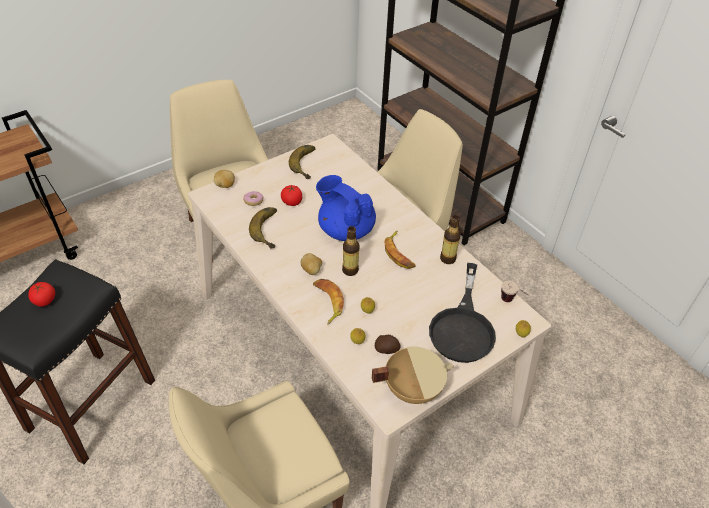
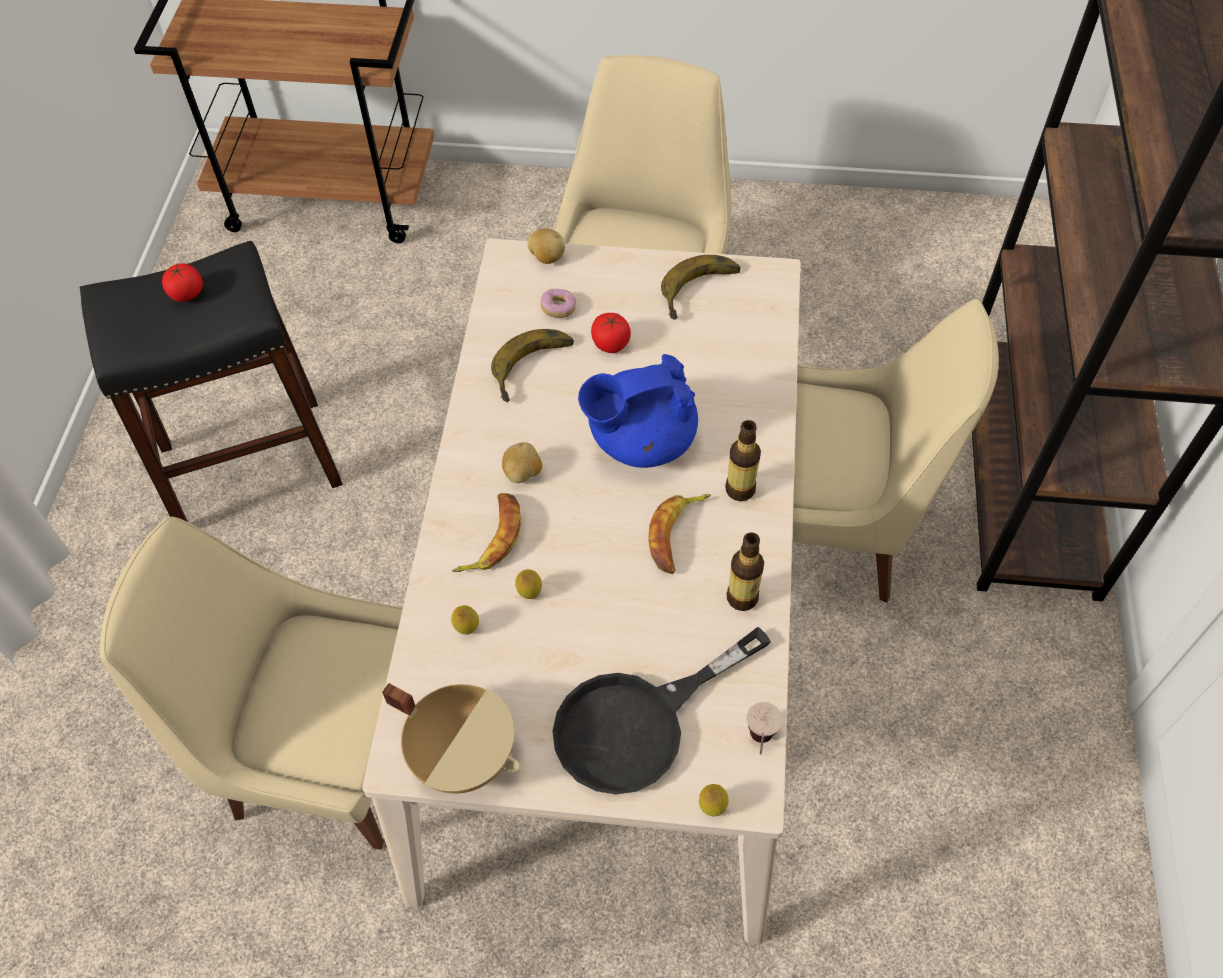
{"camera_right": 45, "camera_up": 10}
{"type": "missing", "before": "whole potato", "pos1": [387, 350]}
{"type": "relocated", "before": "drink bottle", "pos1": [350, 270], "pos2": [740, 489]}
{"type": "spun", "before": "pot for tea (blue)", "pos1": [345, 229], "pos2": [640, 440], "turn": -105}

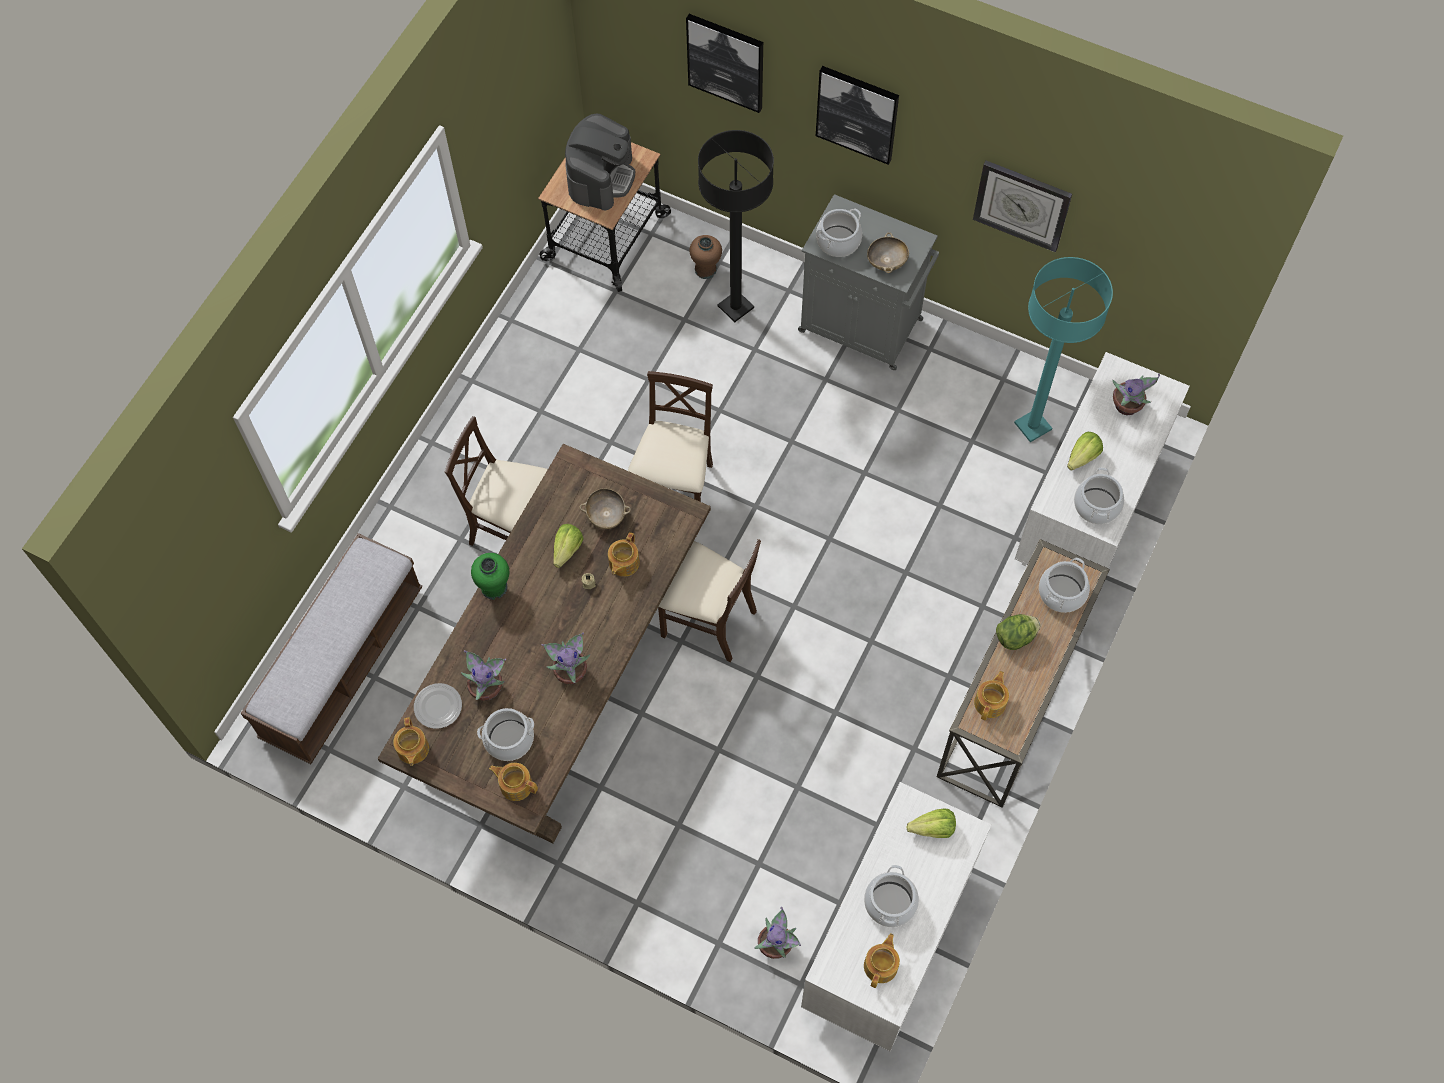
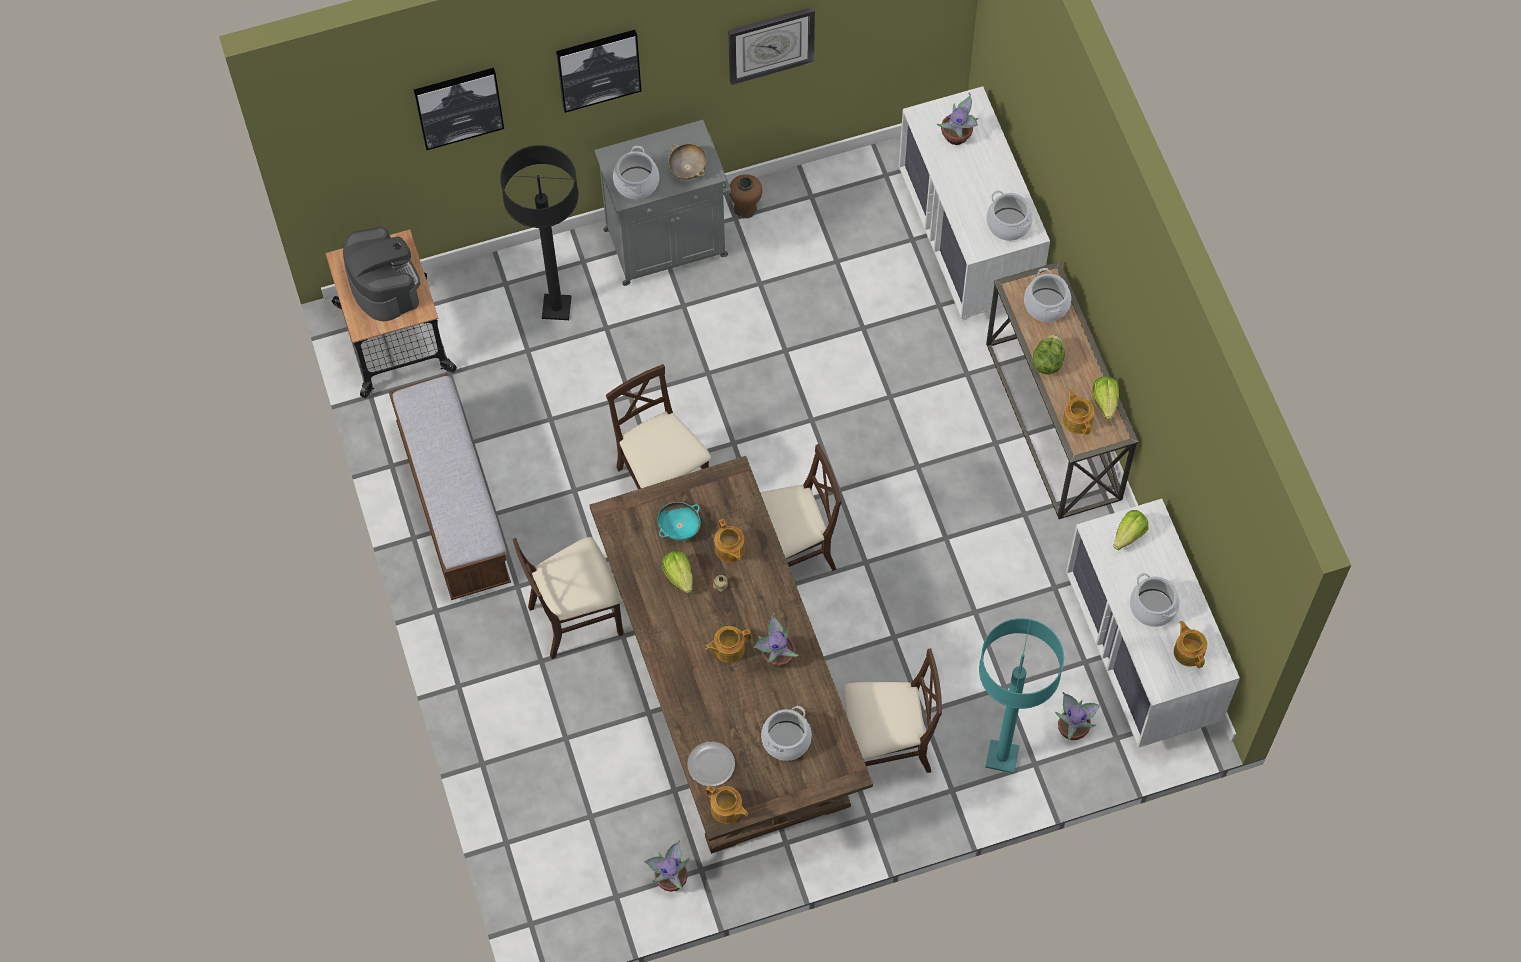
{"camera_right": -45, "camera_up": 0}
{"type": "missing", "before": "flower vase (greenish)", "pos1": [494, 587]}
{"type": "appeared", "after": "upright chair (beige-coloured)", "pos2": [886, 747]}
{"type": "relocated", "before": "long seat", "pos1": [343, 663], "pos2": [454, 504]}
{"type": "relocated", "before": "plant in a pot", "pos1": [487, 688], "pos2": [670, 878]}
{"type": "relocated", "before": "pot for tea", "pos1": [515, 784], "pos2": [728, 648]}
{"type": "relocated", "before": "flower vase (brownish)", "pos1": [705, 269], "pos2": [745, 208]}
{"type": "relocated", "before": "floor lamp (turquoise)", "pos1": [1032, 426], "pos2": [1002, 757]}
{"type": "relocated", "before": "lettuce head", "pos1": [1082, 457], "pos2": [1105, 402]}
{"type": "colour", "before": "deep dish (beige-coloured)", "after": "deep dish (turquoise)", "pos1": [606, 515], "pos2": [679, 527]}

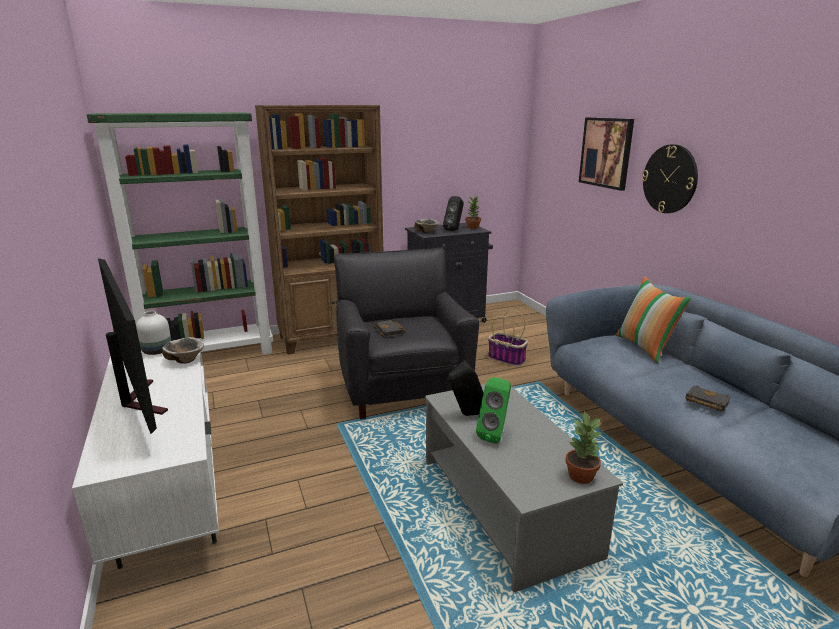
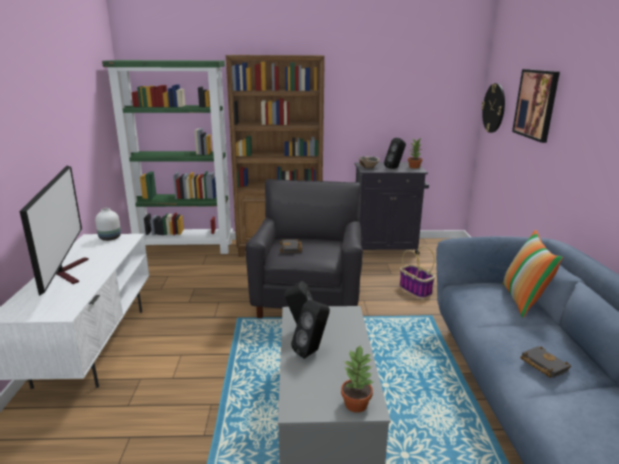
{"camera_right": 20, "camera_up": 0}
{"type": "missing", "before": "deep dish", "pos1": [185, 360]}
{"type": "relocated", "before": "clock on the wall", "pos1": [670, 179], "pos2": [494, 108]}
{"type": "colour", "before": "loudspeaker (greenish)", "after": "loudspeaker (black-coloured)", "pos1": [495, 435], "pos2": [312, 351]}

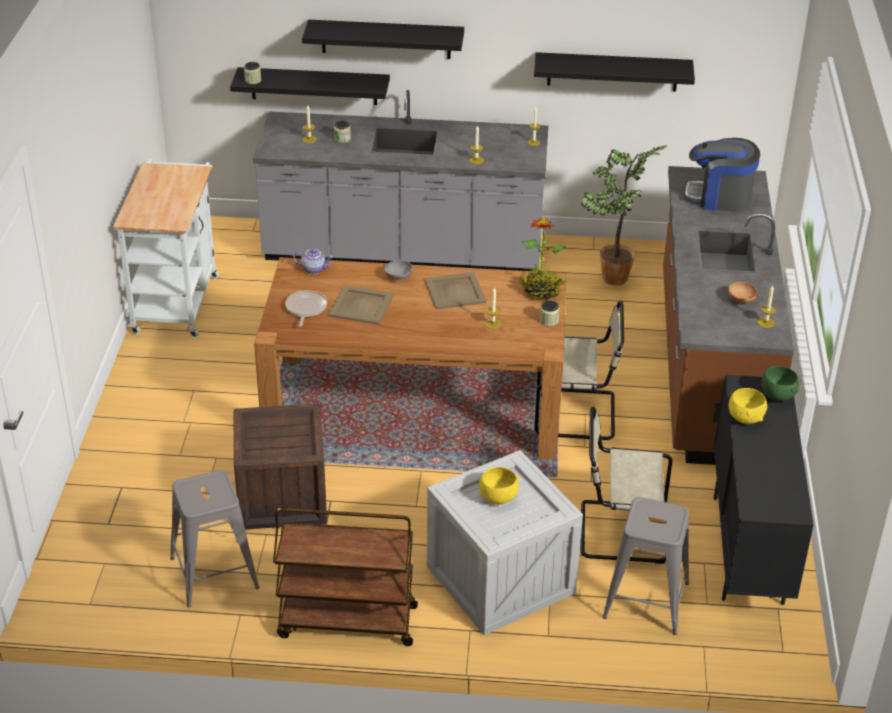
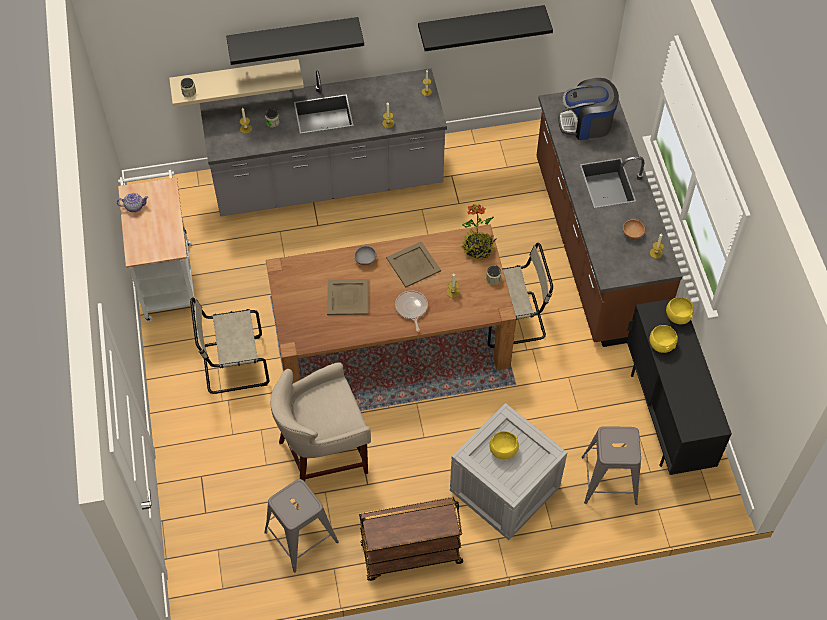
{"camera_right": -15, "camera_up": 20}
{"type": "missing", "before": "plant in a pot", "pos1": [613, 280]}
{"type": "relocated", "before": "frying pan", "pos1": [305, 309], "pos2": [411, 308]}
{"type": "relocated", "before": "pot for tea", "pos1": [314, 269], "pos2": [134, 206]}
{"type": "relocated", "before": "upright chair (beige-coloured)", "pos1": [619, 531], "pos2": [232, 365]}
{"type": "exchanged", "before": "crate", "after": "stool seat (beige-coloured)", "pos1": [282, 498], "pos2": [324, 455]}
{"type": "colour", "before": "shelf (black-coloured)", "after": "shelf (beige-coloured)", "pos1": [314, 86], "pos2": [235, 78]}
{"type": "colour", "before": "deep dish (greenish)", "after": "deep dish (yellow-coloured)", "pos1": [777, 395], "pos2": [677, 316]}

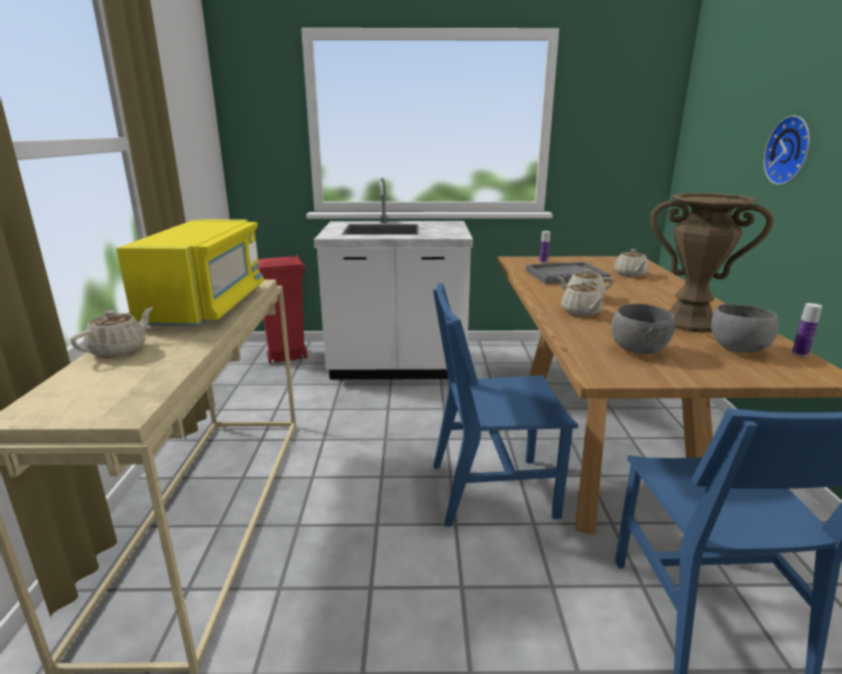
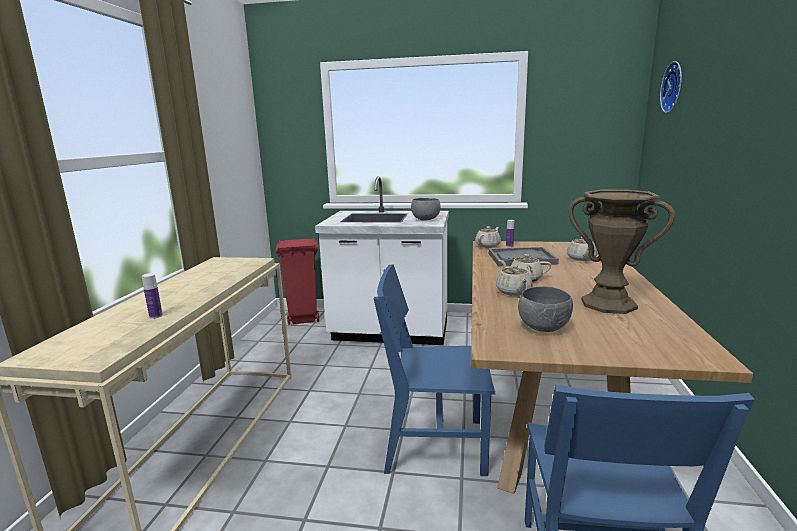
{"camera_right": 10, "camera_up": -5}
{"type": "missing", "before": "microwave (yellow-coloured)", "pos1": [207, 306]}
{"type": "relocated", "before": "pot for tea (beige-coloured)", "pos1": [119, 350], "pos2": [488, 245]}
{"type": "relocated", "before": "deep dish (grey)", "pos1": [736, 349], "pos2": [425, 219]}
{"type": "relocated", "before": "clock on the wall", "pos1": [791, 150], "pos2": [674, 87]}
{"type": "relocated", "before": "drink bottle", "pos1": [800, 353], "pos2": [156, 316]}

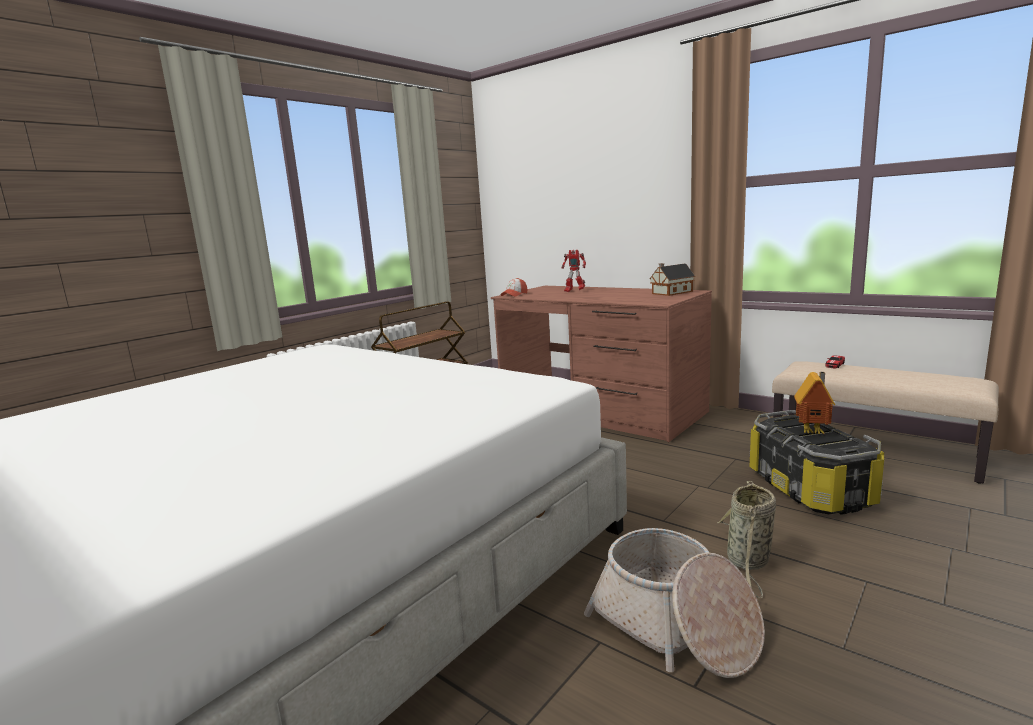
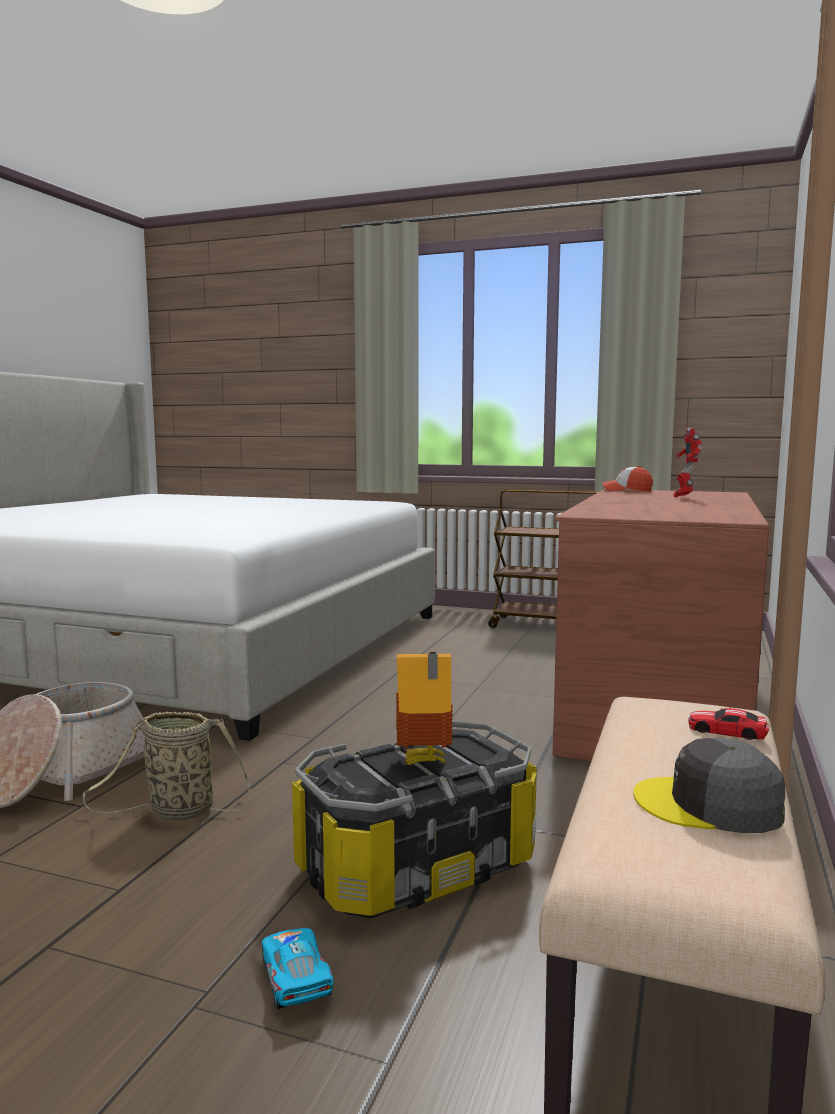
{"camera_right": 70, "camera_up": -5}
{"type": "missing", "before": "miniature house", "pos1": [670, 292]}
{"type": "appeared", "after": "miniature car", "pos2": [295, 979]}
{"type": "appeared", "after": "peaked cap (grey)", "pos2": [709, 805]}

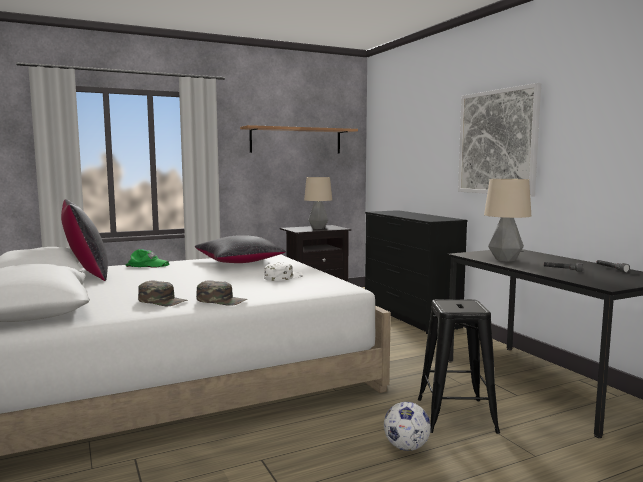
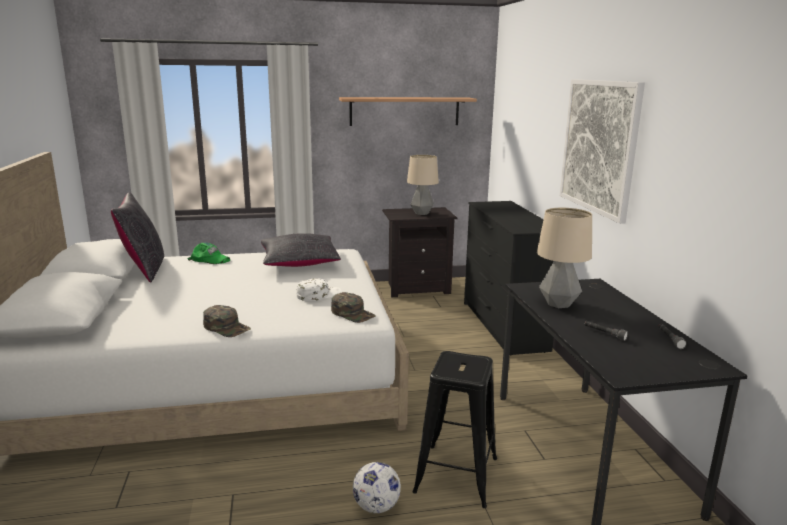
{"camera_right": 15, "camera_up": 10}
{"type": "relocated", "before": "peaked cap (greenish)", "pos1": [163, 301], "pos2": [353, 313]}

